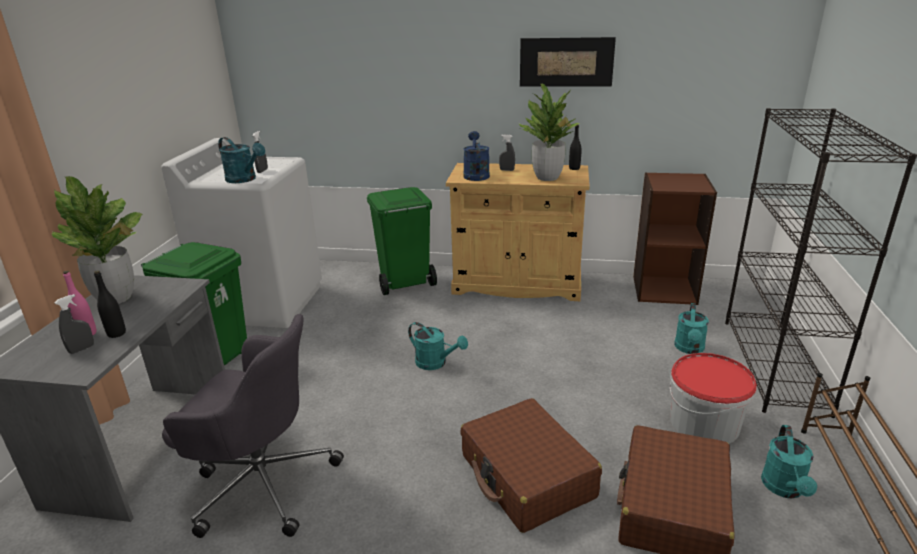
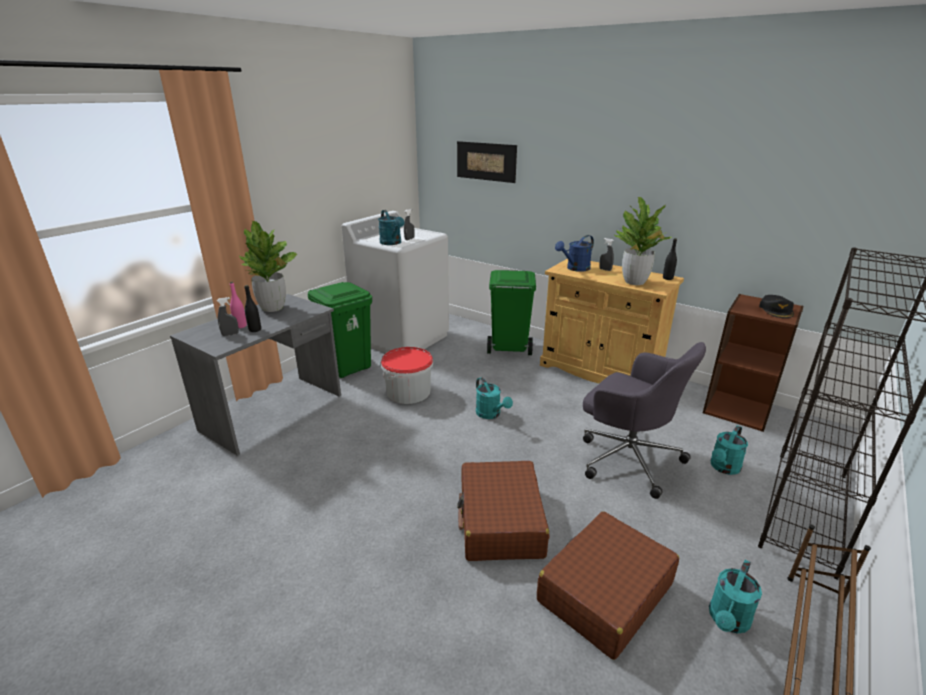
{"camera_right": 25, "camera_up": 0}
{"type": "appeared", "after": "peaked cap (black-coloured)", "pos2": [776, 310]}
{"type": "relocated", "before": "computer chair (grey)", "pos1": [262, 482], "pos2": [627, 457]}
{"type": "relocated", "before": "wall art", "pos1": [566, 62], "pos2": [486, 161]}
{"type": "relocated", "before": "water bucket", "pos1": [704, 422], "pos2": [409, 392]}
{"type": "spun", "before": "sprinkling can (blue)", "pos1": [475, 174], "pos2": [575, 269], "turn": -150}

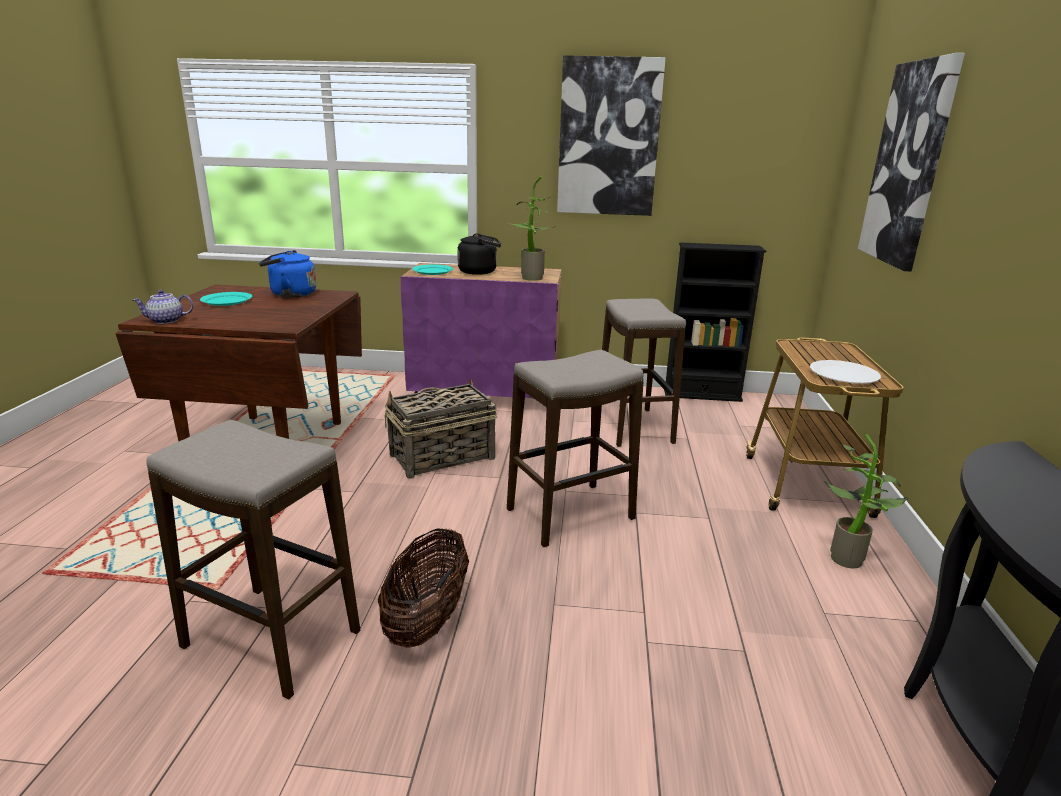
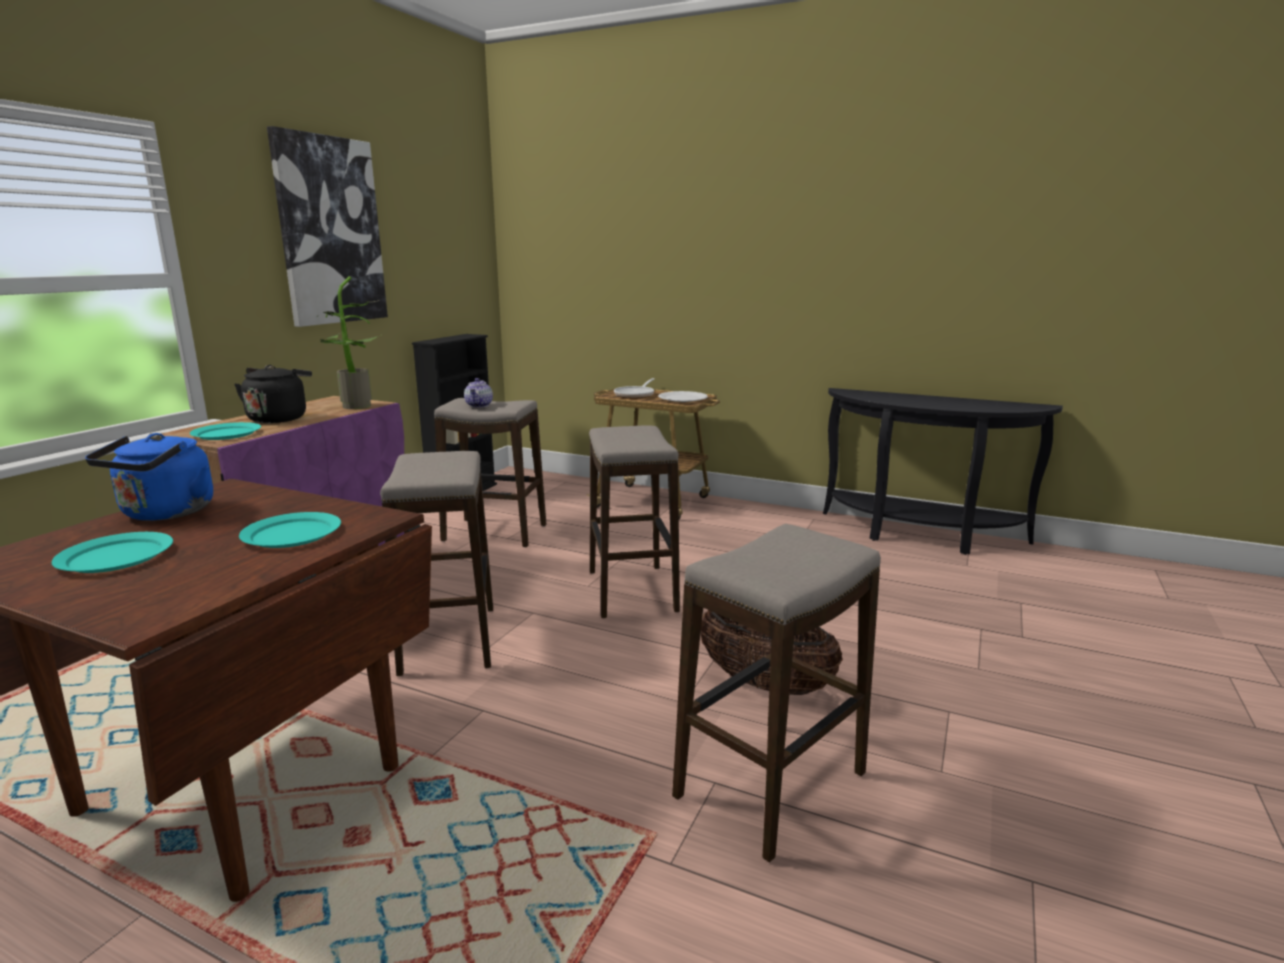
{"camera_right": -70, "camera_up": -5}
{"type": "missing", "before": "plant in a pot", "pos1": [850, 558]}
{"type": "missing", "before": "wall art", "pos1": [908, 164]}
{"type": "appeared", "after": "plate (turquoise)", "pos2": [293, 534]}
{"type": "appeared", "after": "frying pan", "pos2": [636, 395]}
{"type": "relocated", "before": "pot for tea", "pos1": [166, 321], "pos2": [479, 405]}
{"type": "exchanged", "before": "basket", "after": "stool seat", "pos1": [441, 457], "pos2": [449, 640]}

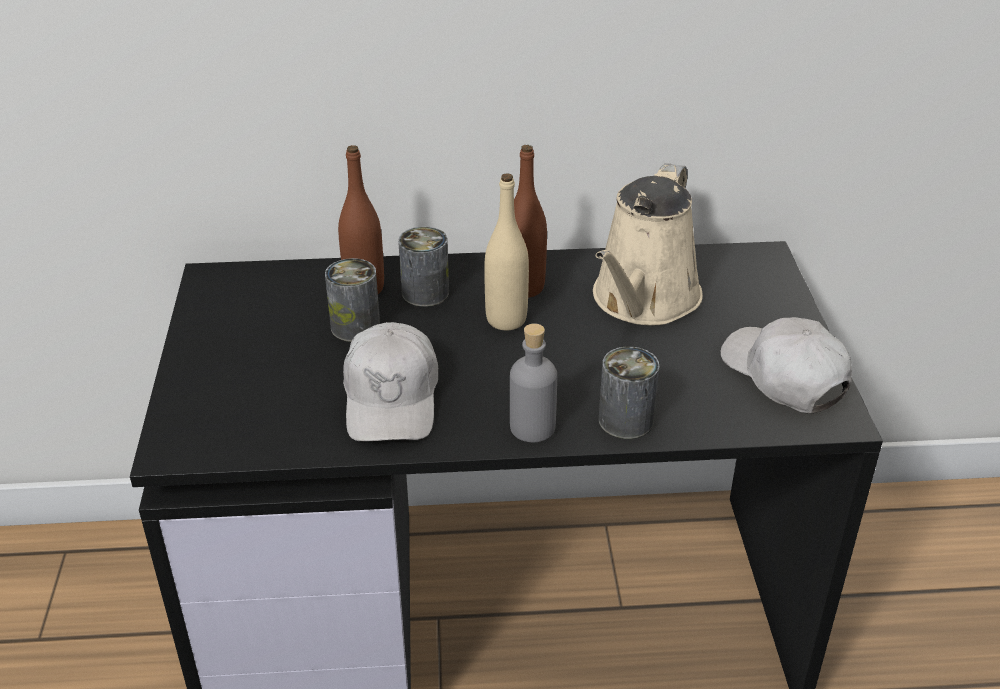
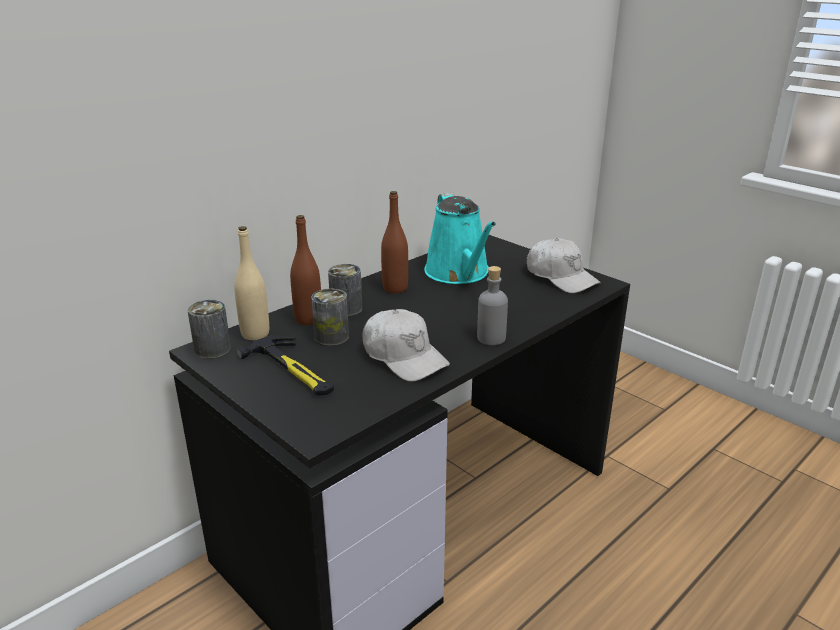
{"camera_right": -40, "camera_up": -10}
{"type": "appeared", "after": "hand hammer", "pos2": [292, 370]}
{"type": "relocated", "before": "drink bottle (beige-coloured)", "pos1": [506, 319], "pos2": [255, 334]}
{"type": "relocated", "before": "metal can", "pos1": [625, 420], "pos2": [212, 349]}
{"type": "colour", "before": "sprinkling can (beige-coloured)", "after": "sprinkling can (turquoise)", "pos1": [643, 301], "pos2": [459, 273]}
{"type": "spun", "before": "peaked cap (whitish)", "pos1": [783, 376], "pos2": [561, 277], "turn": -150}

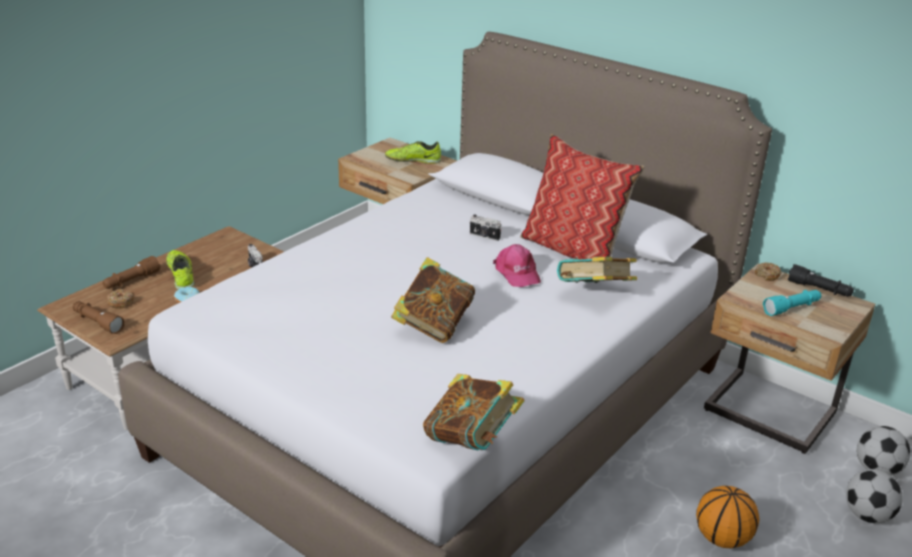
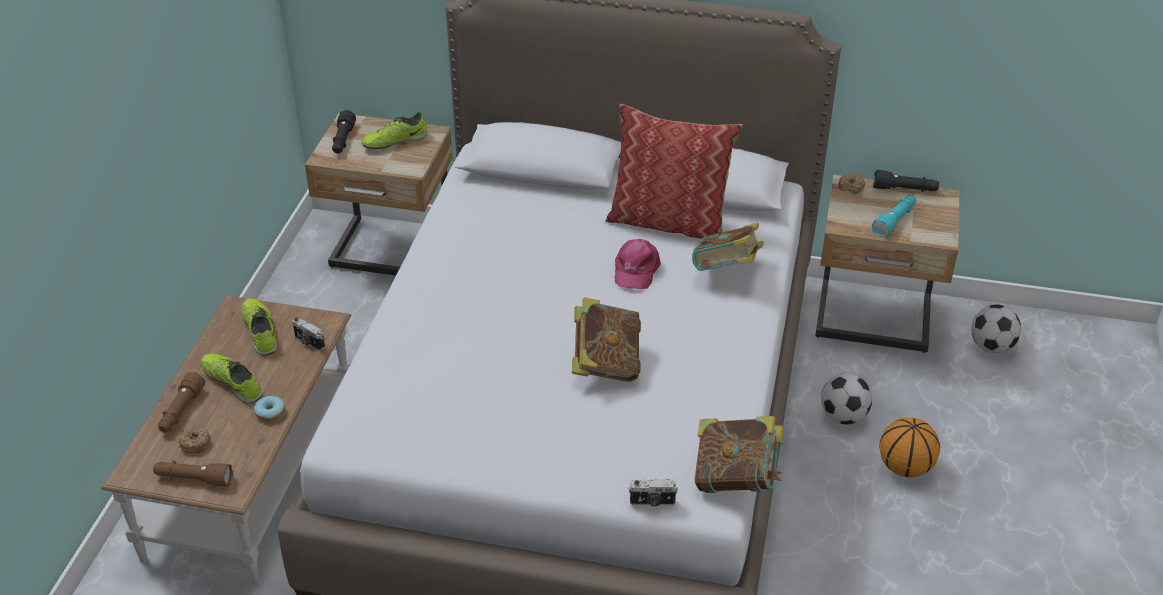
{"camera_right": -25, "camera_up": 10}
{"type": "appeared", "after": "shoe", "pos2": [260, 331]}
{"type": "appeared", "after": "flashlight (black-coloured)", "pos2": [343, 140]}
{"type": "relocated", "before": "photo camera", "pos1": [484, 236], "pos2": [652, 502]}
{"type": "relocated", "before": "football ball", "pos1": [867, 516], "pos2": [843, 417]}
{"type": "spun", "before": "peaked cap (pinkish)", "pos1": [517, 273], "pos2": [635, 270], "turn": 60}

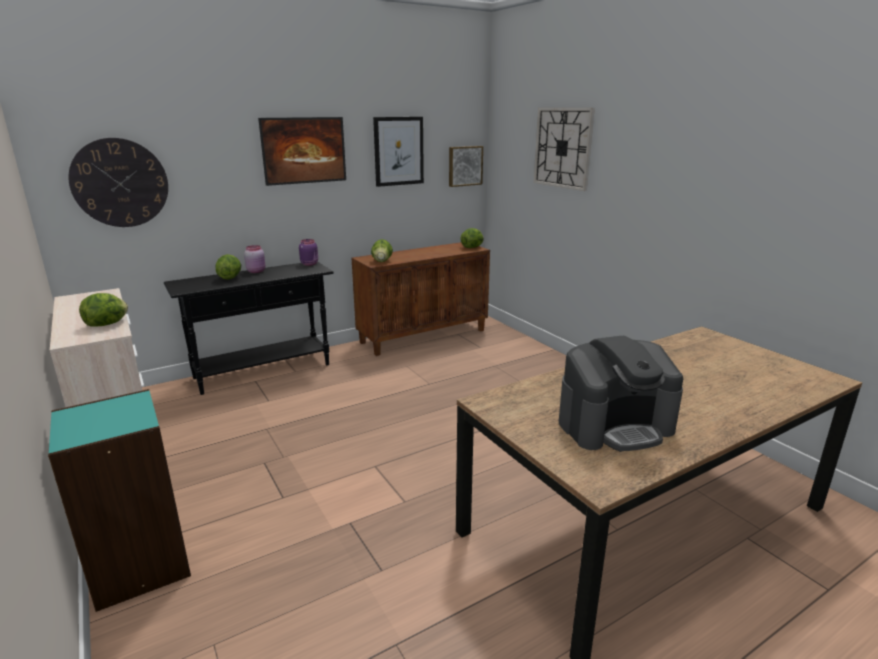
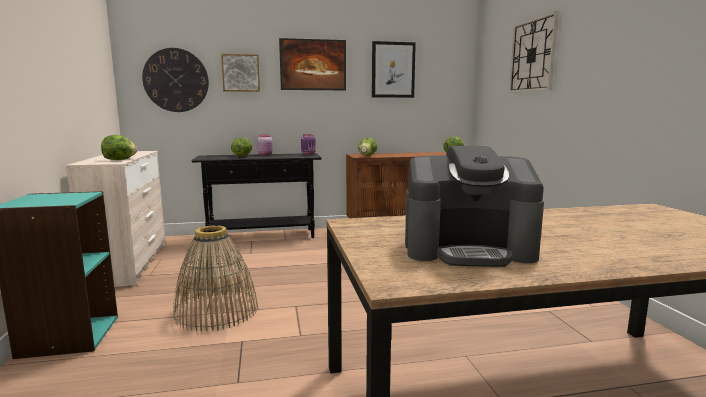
{"camera_right": 20, "camera_up": -10}
{"type": "appeared", "after": "basket", "pos2": [216, 311]}
{"type": "relocated", "before": "wall art", "pos1": [464, 166], "pos2": [241, 73]}

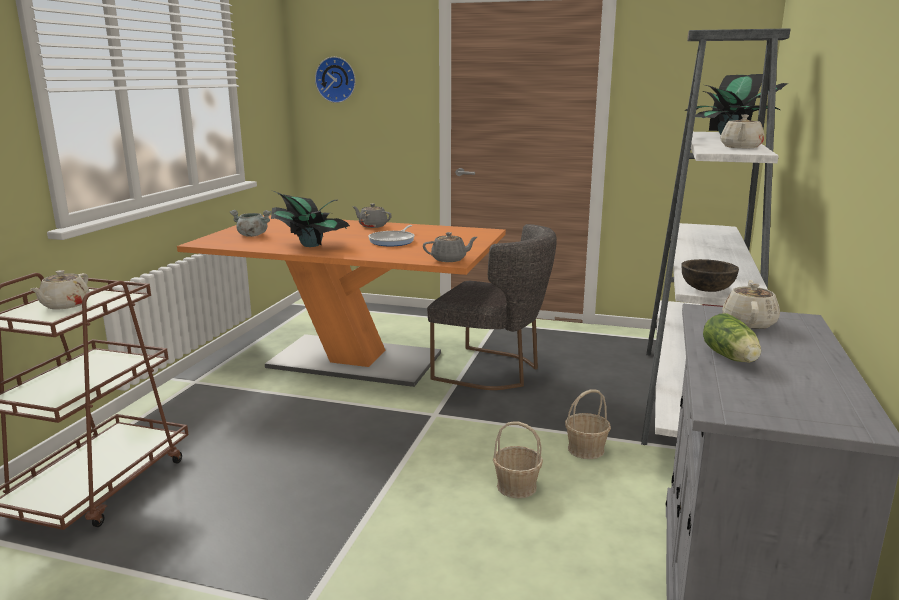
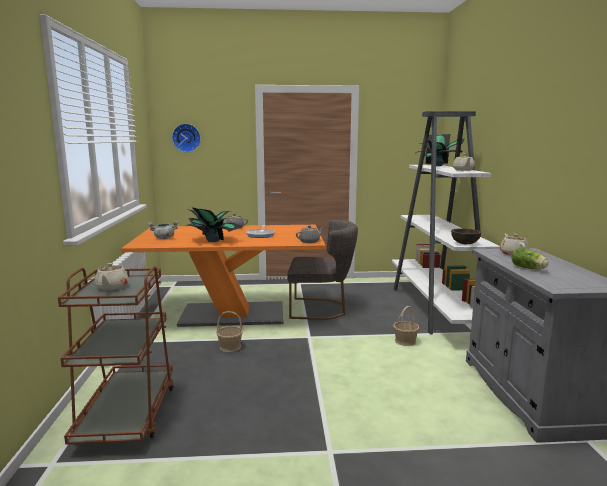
{"camera_right": -20, "camera_up": -5}
{"type": "relocated", "before": "basket", "pos1": [516, 486], "pos2": [230, 347]}

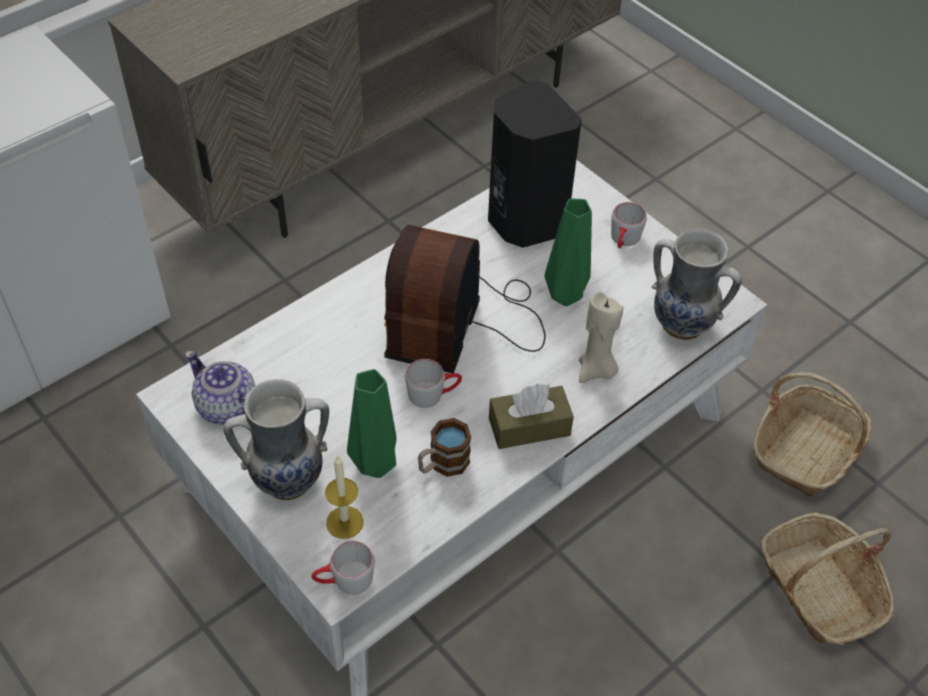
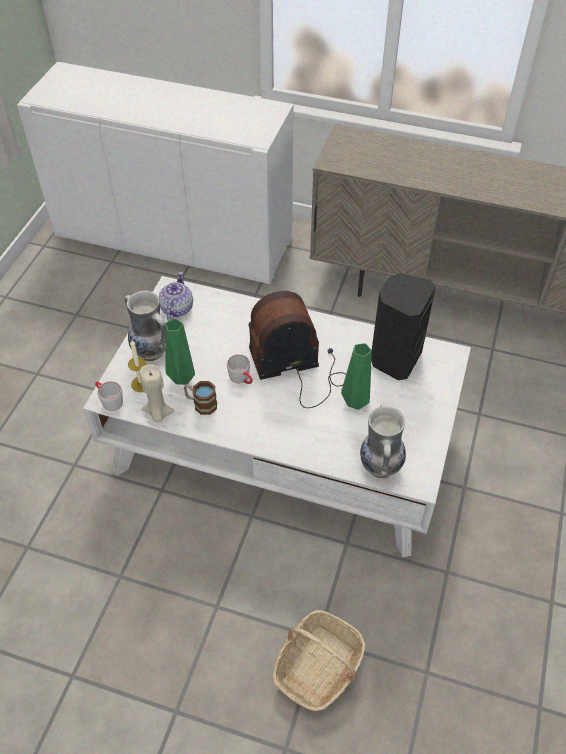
{"camera_right": 60, "camera_up": 0}
{"type": "missing", "before": "tissue holder (brownish)", "pos1": [529, 426]}
{"type": "missing", "before": "mug (grey)", "pos1": [624, 241]}
{"type": "missing", "before": "basket", "pos1": [805, 450]}
{"type": "relocated", "before": "candle (beige-coloured)", "pos1": [596, 370], "pos2": [158, 413]}

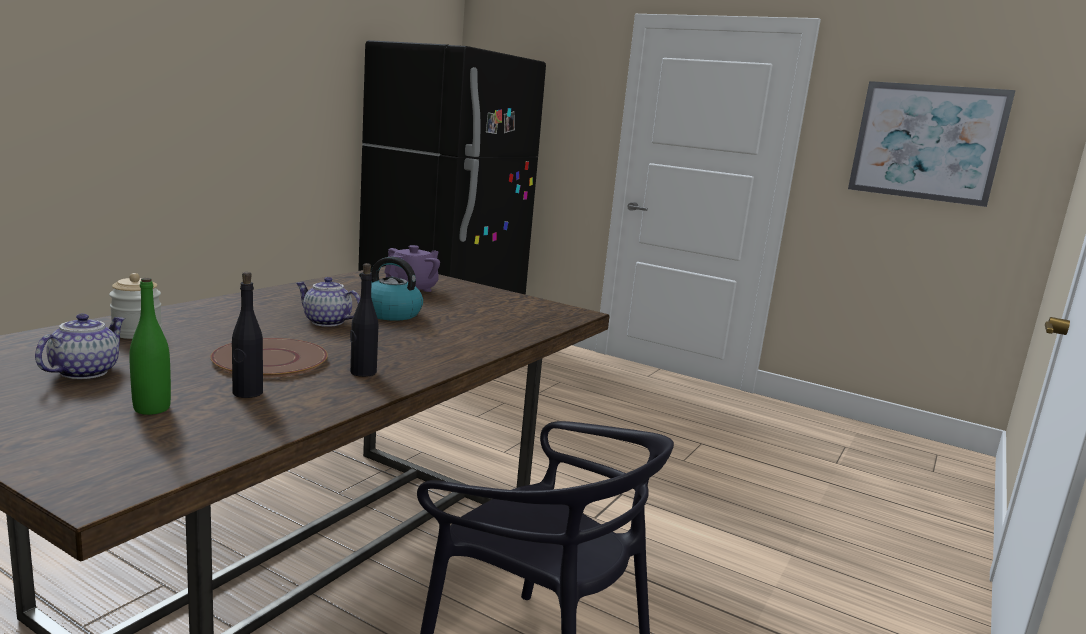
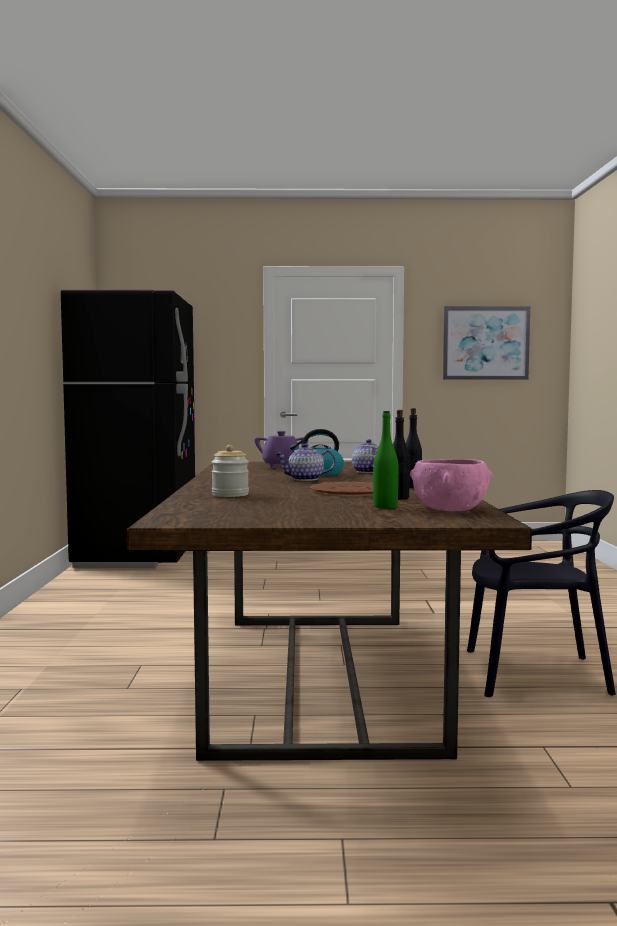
{"camera_right": -30, "camera_up": -10}
{"type": "appeared", "after": "deep dish (pinkish)", "pos2": [449, 509]}
{"type": "relocated", "before": "pot for tea", "pos1": [84, 372], "pos2": [367, 472]}

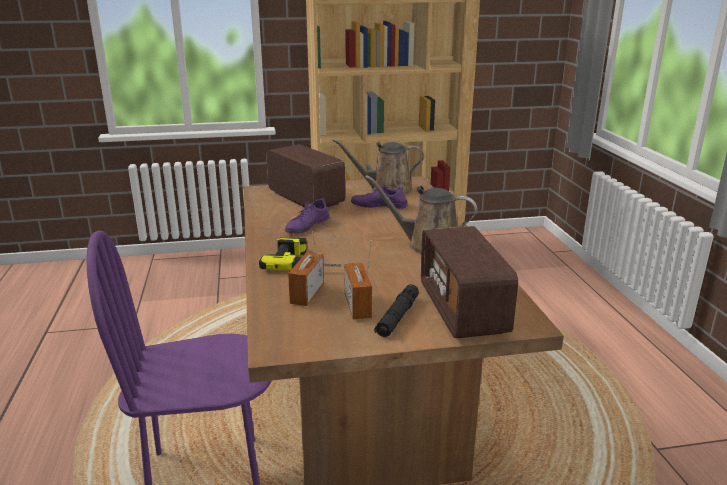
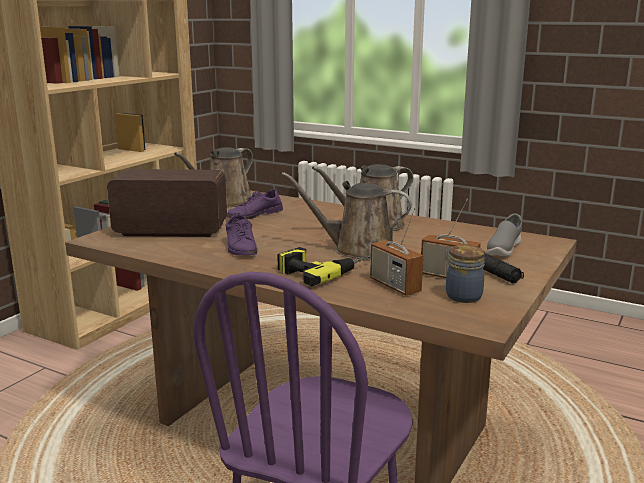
{"camera_right": -50, "camera_up": -5}
{"type": "appeared", "after": "sprinkling can (brownish)", "pos2": [357, 249]}
{"type": "appeared", "after": "preserve jar", "pos2": [465, 296]}
{"type": "exchanged", "before": "radio", "after": "shoe (grey)", "pos1": [462, 310], "pos2": [503, 250]}

